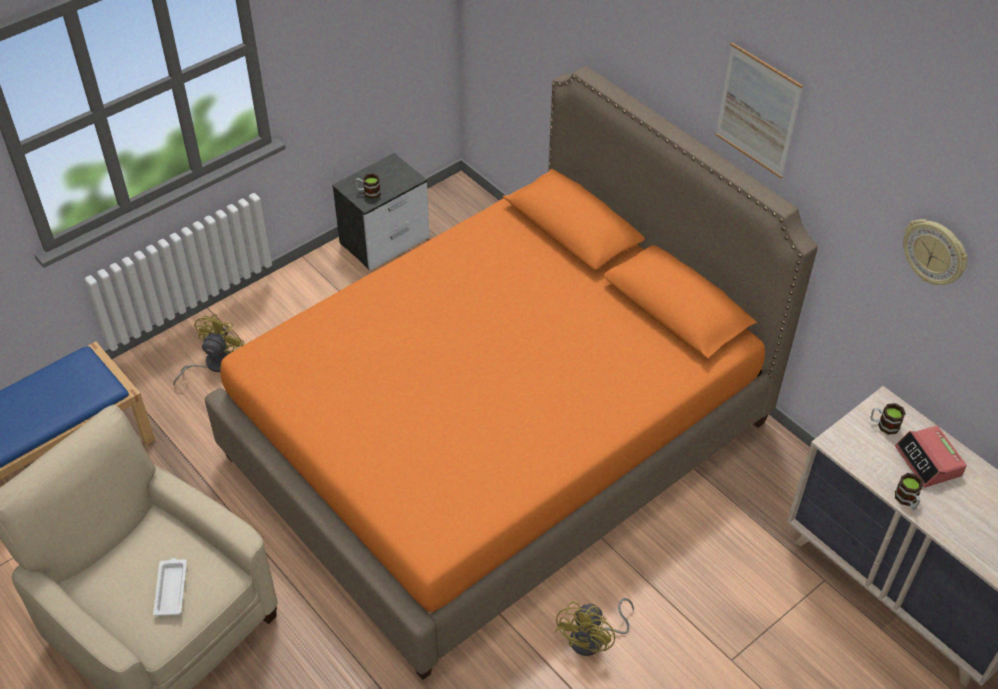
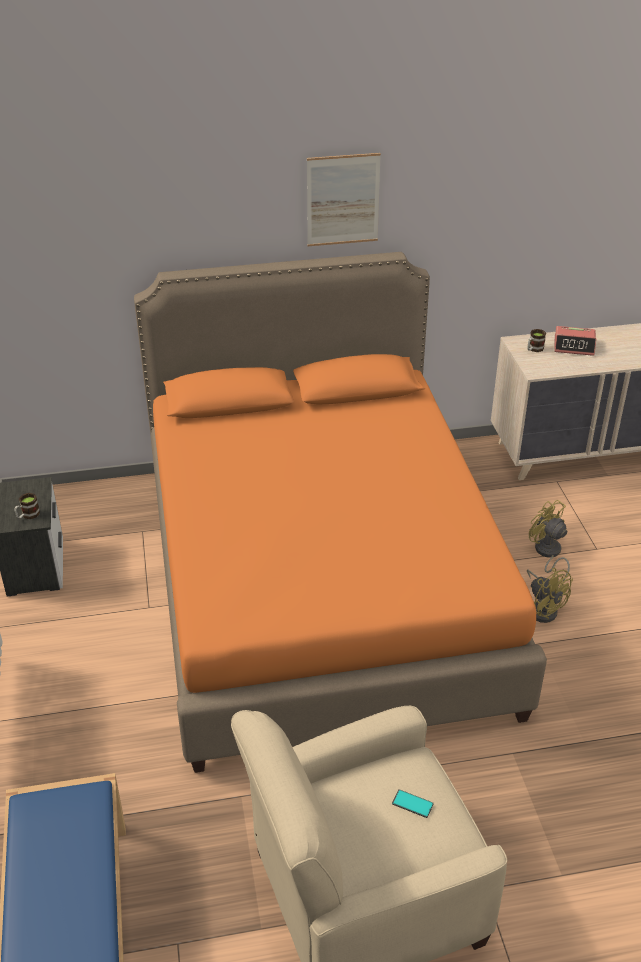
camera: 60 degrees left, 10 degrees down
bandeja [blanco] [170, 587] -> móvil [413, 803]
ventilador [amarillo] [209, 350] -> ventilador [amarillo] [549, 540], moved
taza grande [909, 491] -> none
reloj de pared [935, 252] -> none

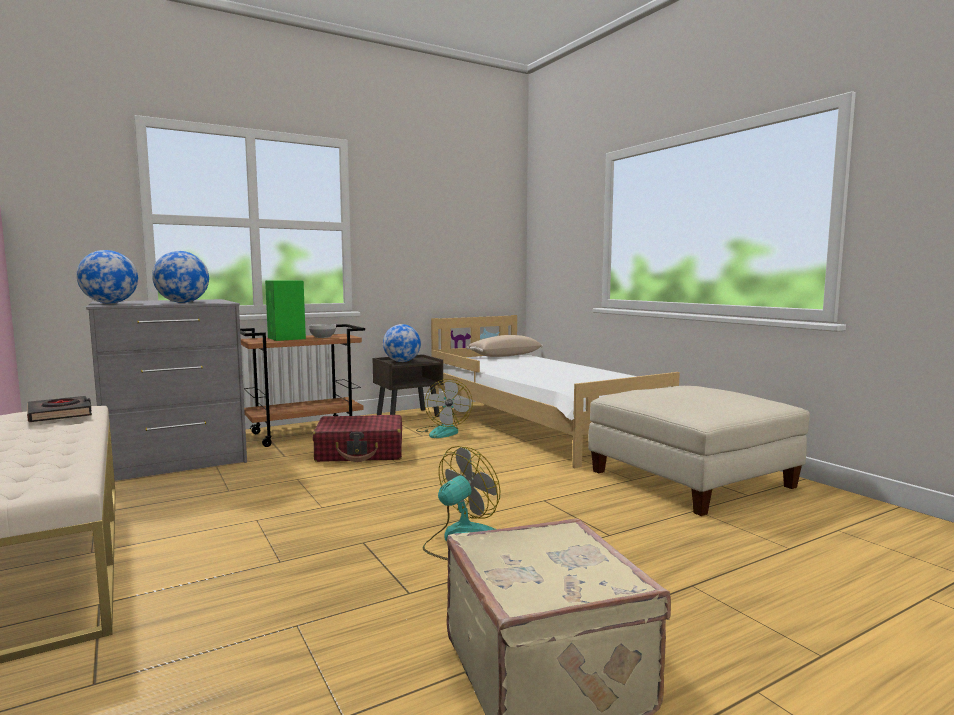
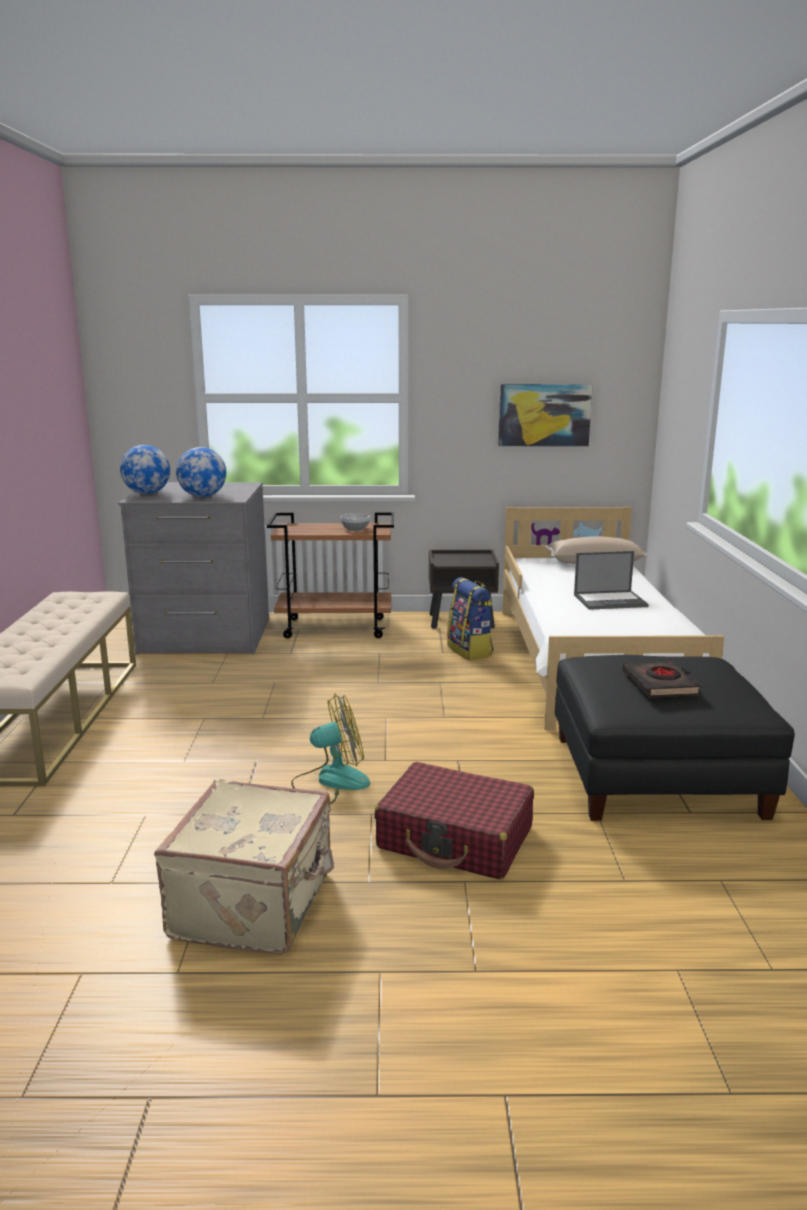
camera: 30 degrees right, 10 degrees up
maleta [rojo] [357, 438] -> maleta [rojo] [454, 820], moved
ventilador [444, 408] -> mochila [470, 618]
none -> cuadro [545, 415]
puf [beis] [699, 451] -> puf [negro] [675, 738]
none -> portátil [611, 580]
libro [negro] [59, 409] -> libro [negro] [662, 678], moved
altavoz [verde] [285, 310] -> none
globo terráqueo [402, 343] -> none

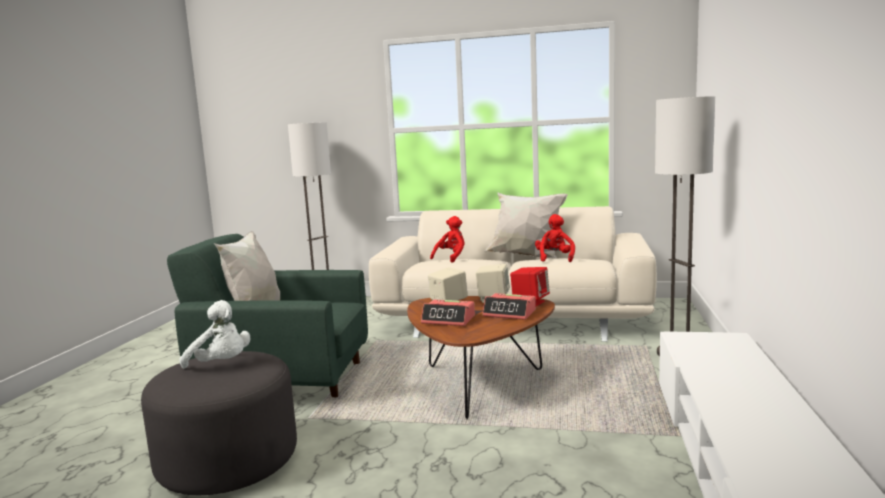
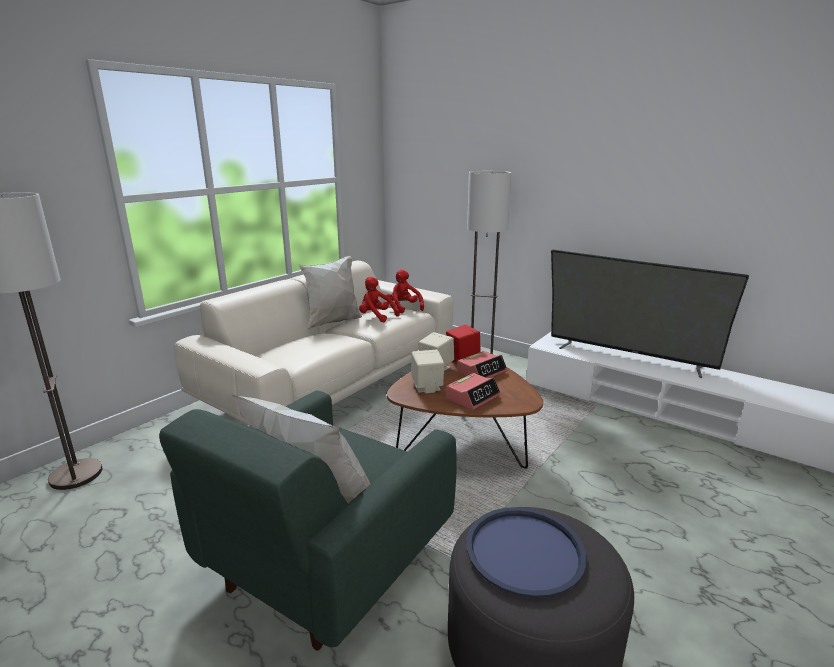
camera: 65 degrees left, 10 degrees up
peluche [rojo] [447, 239] -> peluche [rojo] [405, 291], moved
peluche [blanco] [214, 334] -> bandeja [azul] [526, 552]
none -> televisor [650, 314]

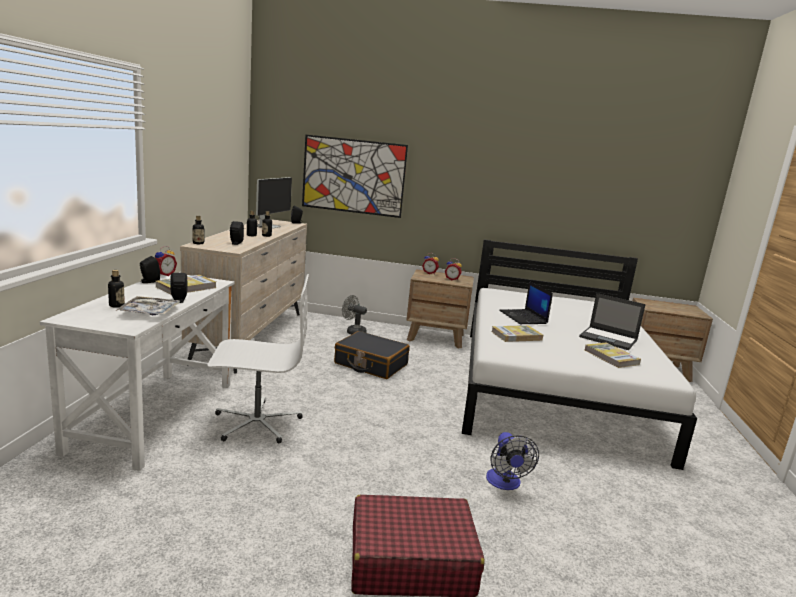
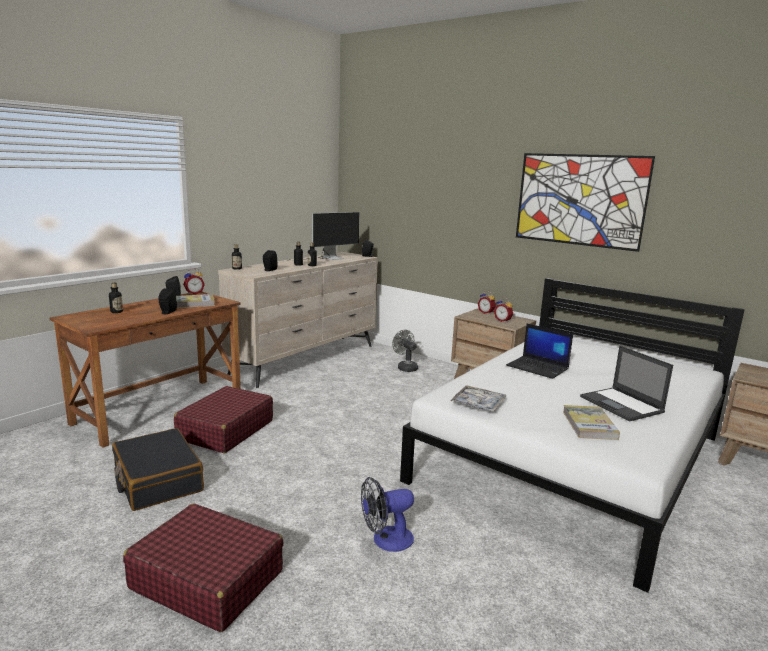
camera: 30 degrees right, 0 degrees up
escritorio [blanco] [137, 373] -> escritorio [marrón] [145, 370]
maleta [negro] [372, 355] -> maleta [negro] [158, 469], moved
silla de oficina [blanco] [258, 359] -> maleta [rojo] [223, 419]
ventilador [512, 461] -> ventilador [387, 514], 45 degrees clockwise
bandeja [148, 305] -> bandeja [478, 398], moved
portátil [526, 302] -> portátil [539, 351], 60 degrees counterclockwise
cuadro [355, 176] -> cuadro [585, 202], moved
libro [517, 333] -> none

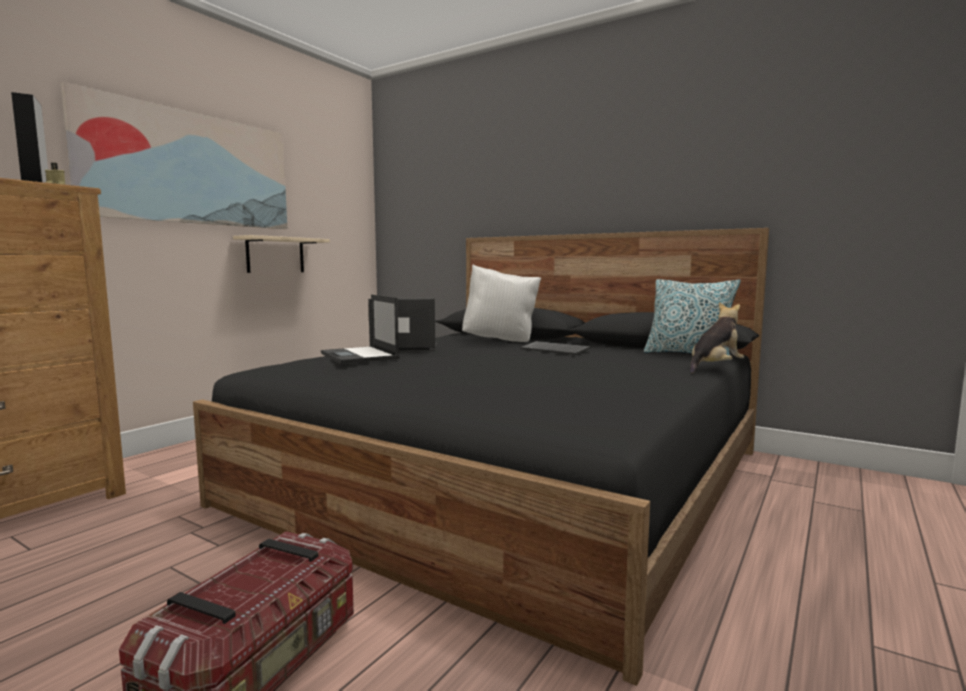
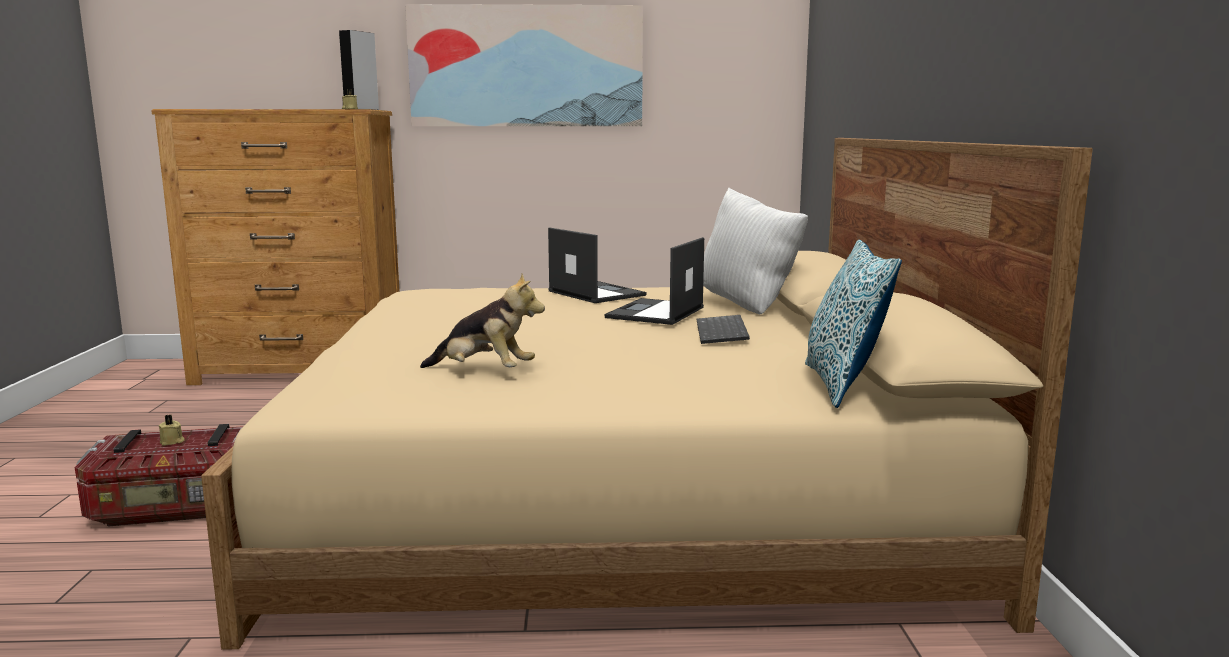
camera: 55 degrees right, 5 degrees up
none -> vela [beis] [172, 430]
cama [negro] [481, 457] -> cama [beis] [647, 394]
peluche [717, 338] -> peluche [482, 321], moved
portátil [360, 329] -> portátil [654, 281], moved
estante [beis] [281, 254] -> none

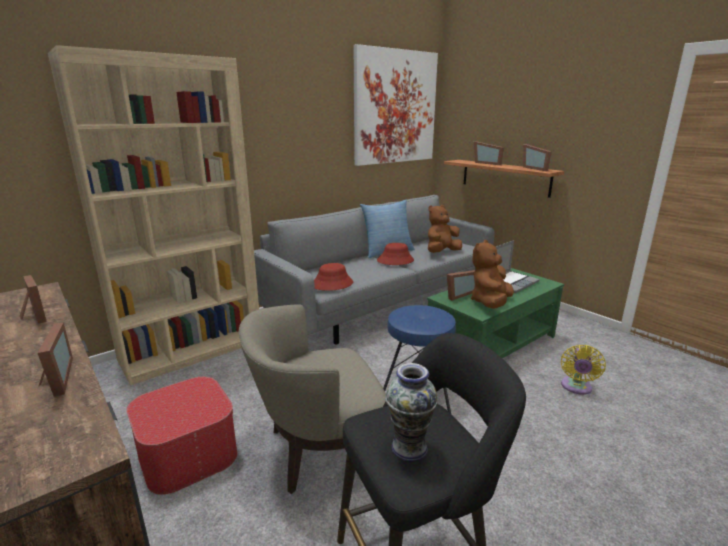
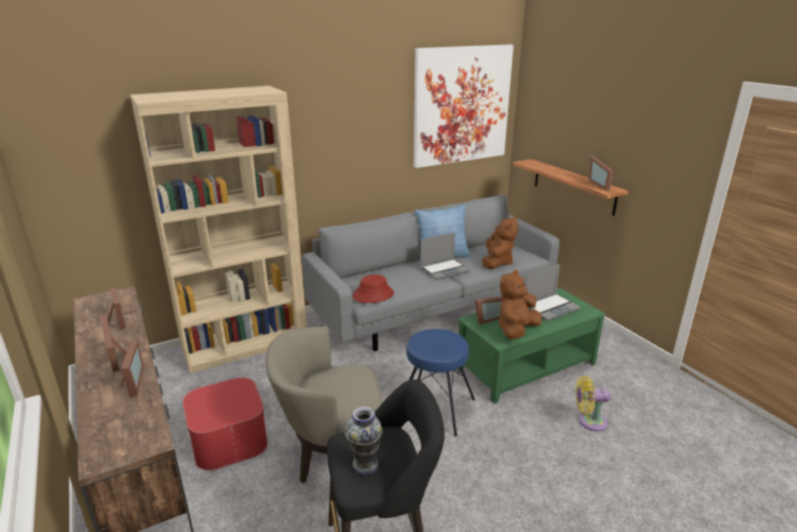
camera: 10 degrees right, 5 degrees up
portarretratos [489, 153] -> portarretratos [113, 343], moved
sombrero [rojo] [395, 254] -> portátil [445, 256]
peluche [marrón] [445, 229] -> peluche [marrón] [500, 242], 135 degrees clockwise
ventilador [amarillo] [583, 370] -> ventilador [amarillo] [592, 403], 60 degrees clockwise

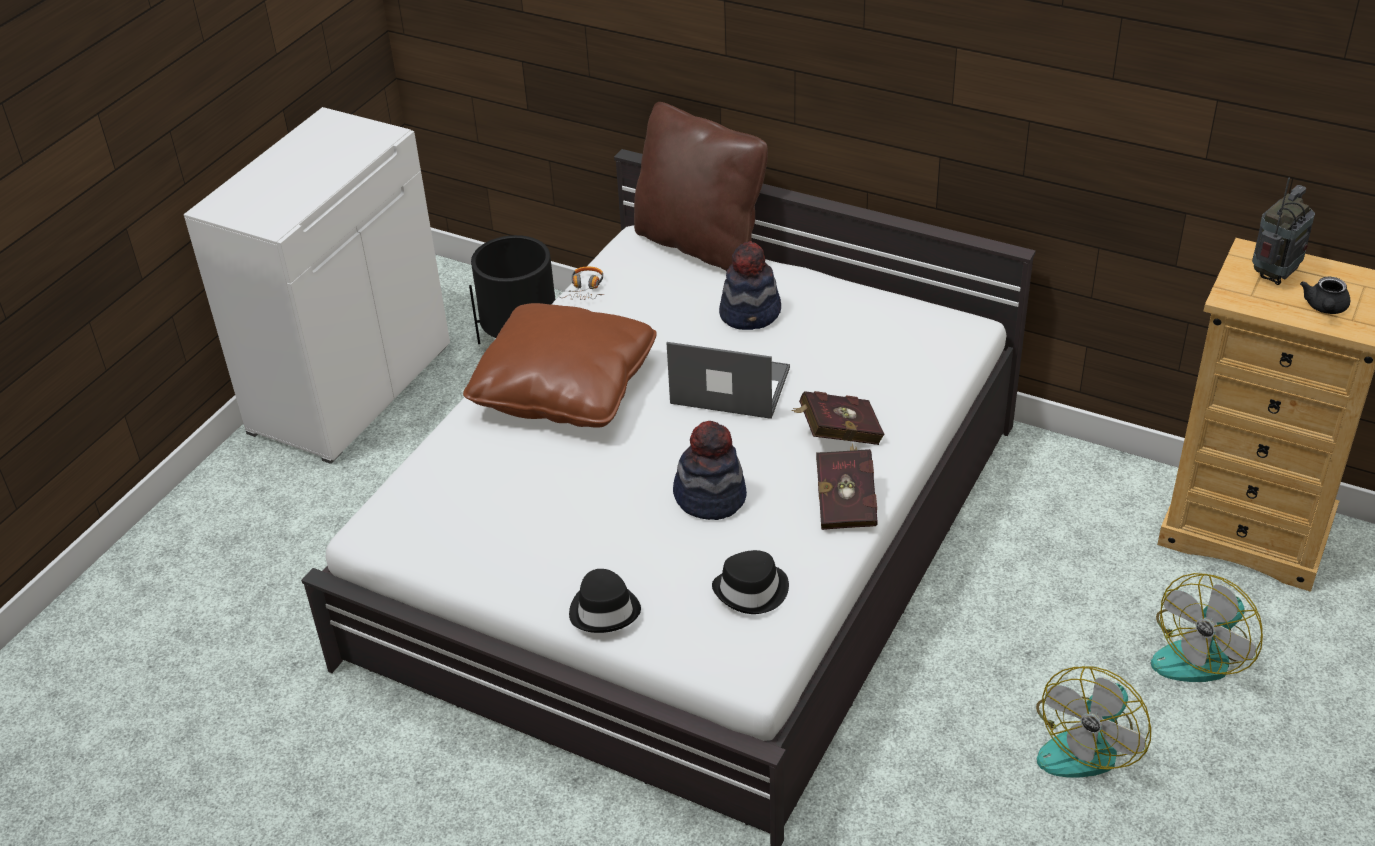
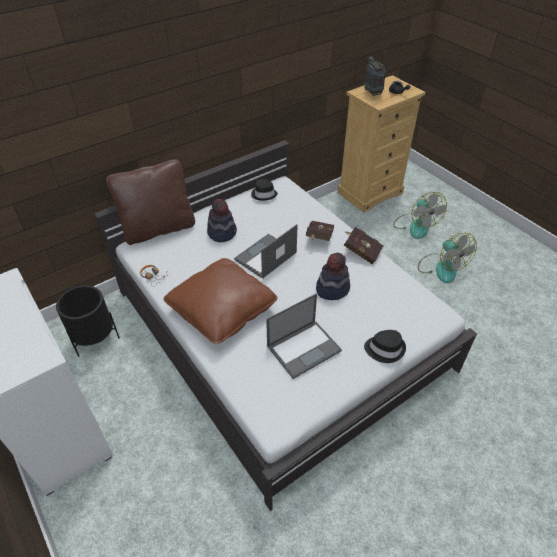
camera: 65 degrees left, 5 degrees up
sombrero [negro] [750, 582] -> sombrero [negro] [264, 190], moved
none -> portátil [304, 336]

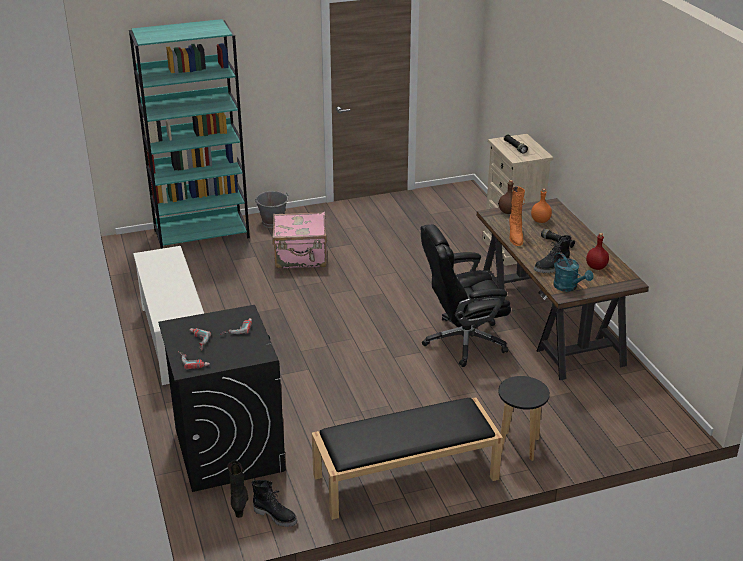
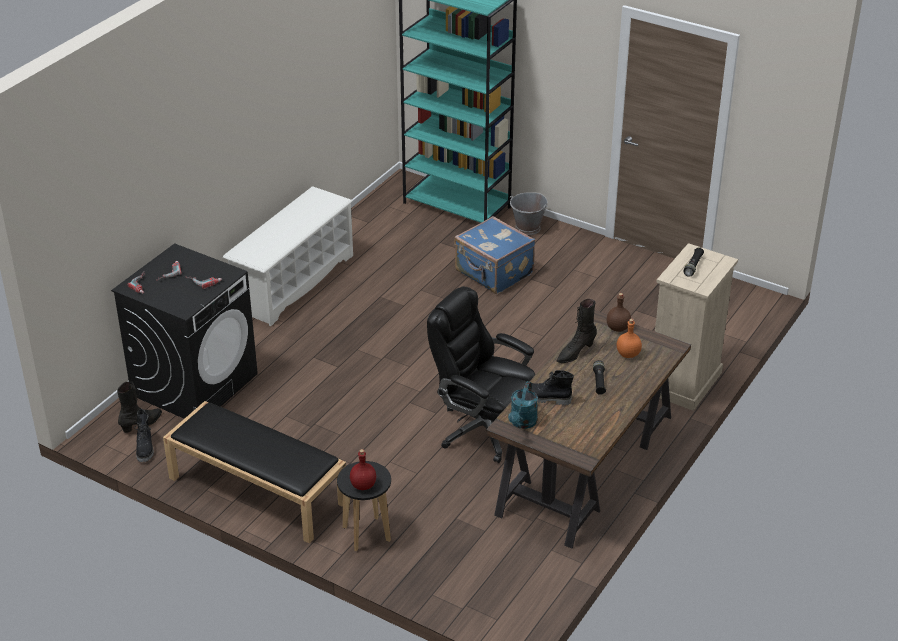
camera: 50 degrees right, 5 degrees up
botella [rojo] [597, 251] -> botella [rojo] [363, 469], moved
maleta [rosa] [299, 240] -> maleta [azul] [494, 255]
bota [naranja] [517, 216] -> bota [negro] [576, 331]

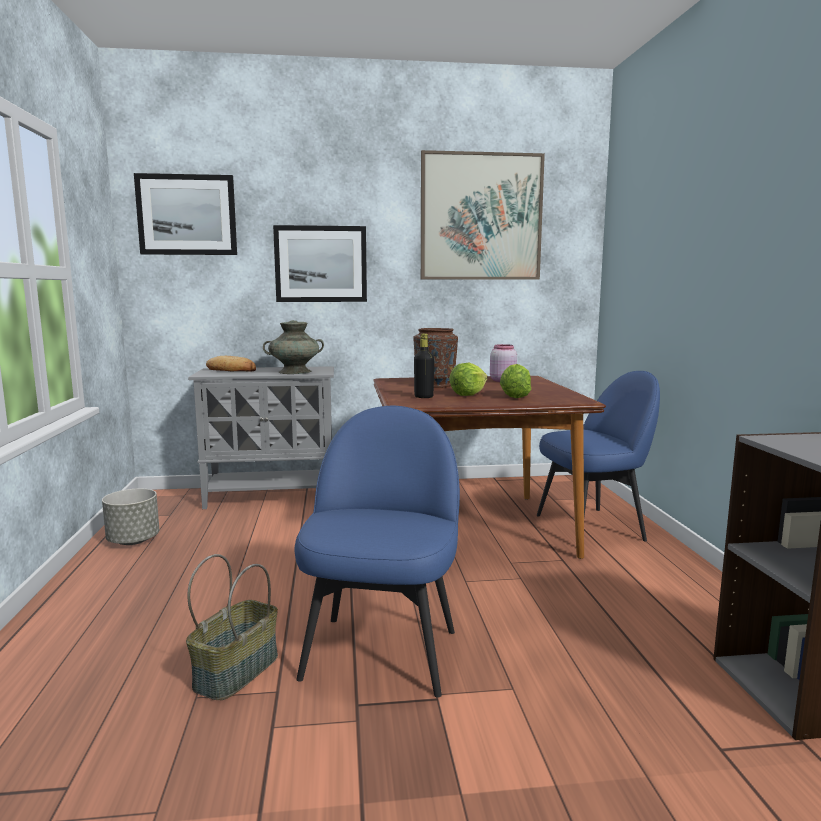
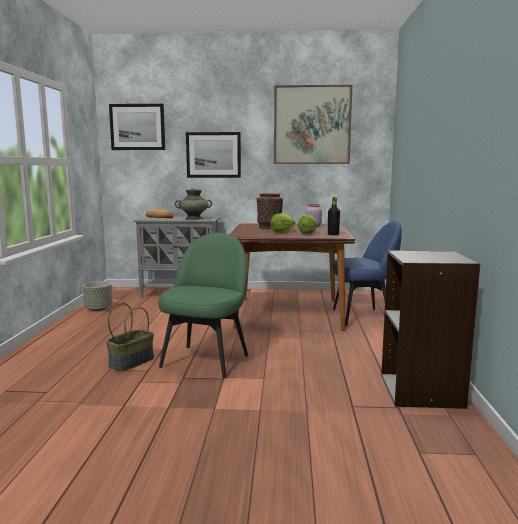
camera: 10 degrees right, 0 degrees up
silla [azul] [377, 551] -> silla [verde] [203, 305]
botella [negro] [424, 366] -> botella [negro] [334, 216], moved

